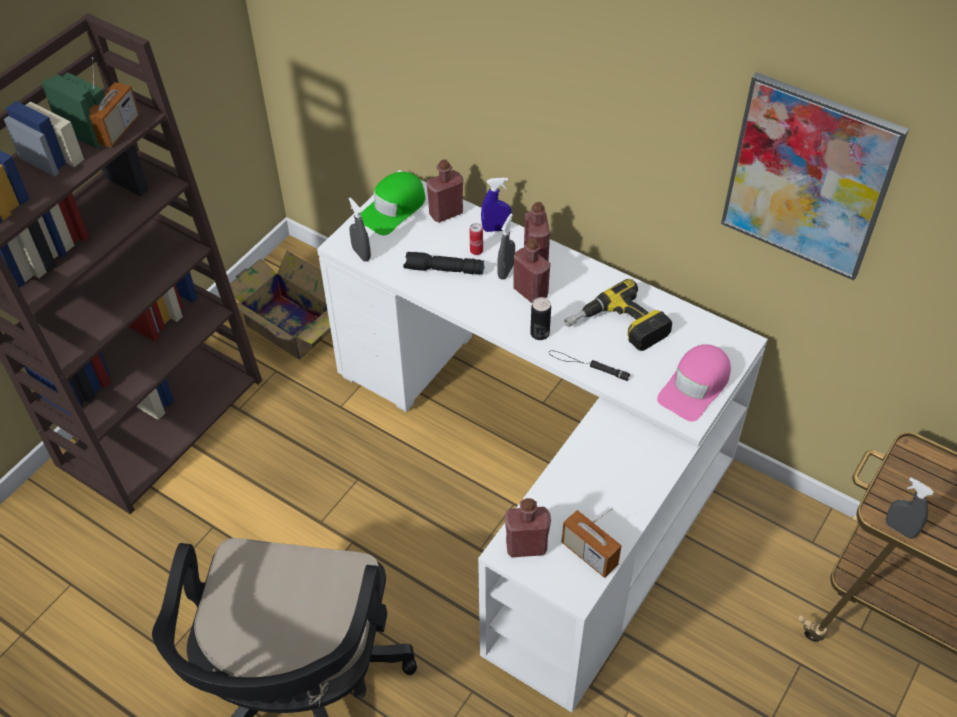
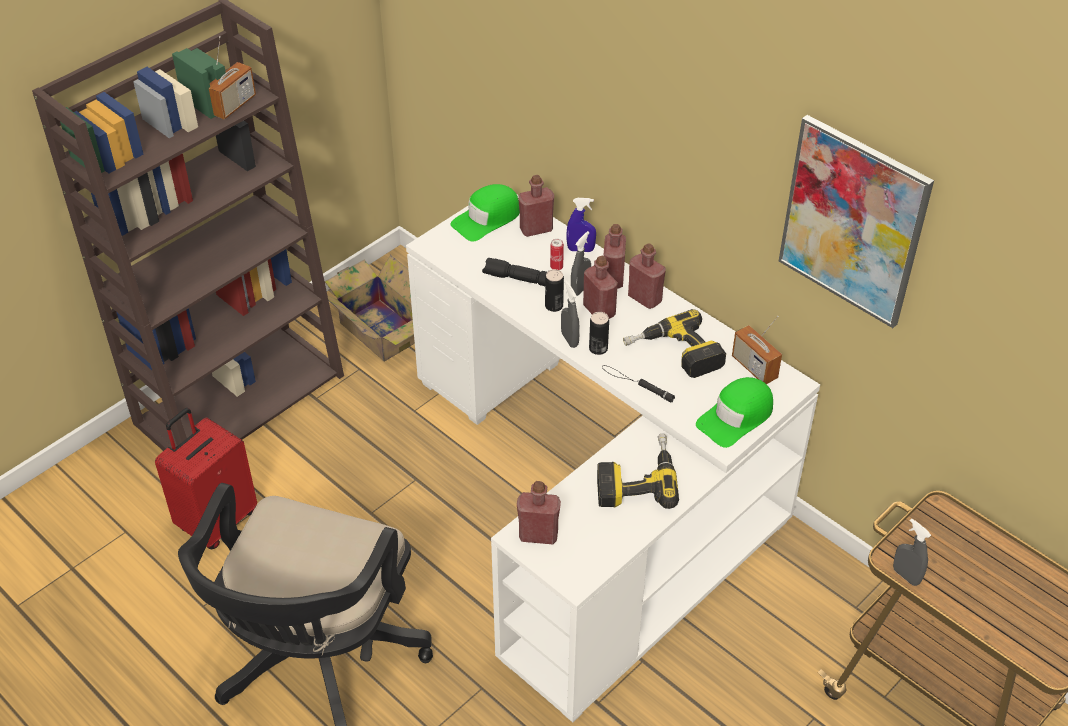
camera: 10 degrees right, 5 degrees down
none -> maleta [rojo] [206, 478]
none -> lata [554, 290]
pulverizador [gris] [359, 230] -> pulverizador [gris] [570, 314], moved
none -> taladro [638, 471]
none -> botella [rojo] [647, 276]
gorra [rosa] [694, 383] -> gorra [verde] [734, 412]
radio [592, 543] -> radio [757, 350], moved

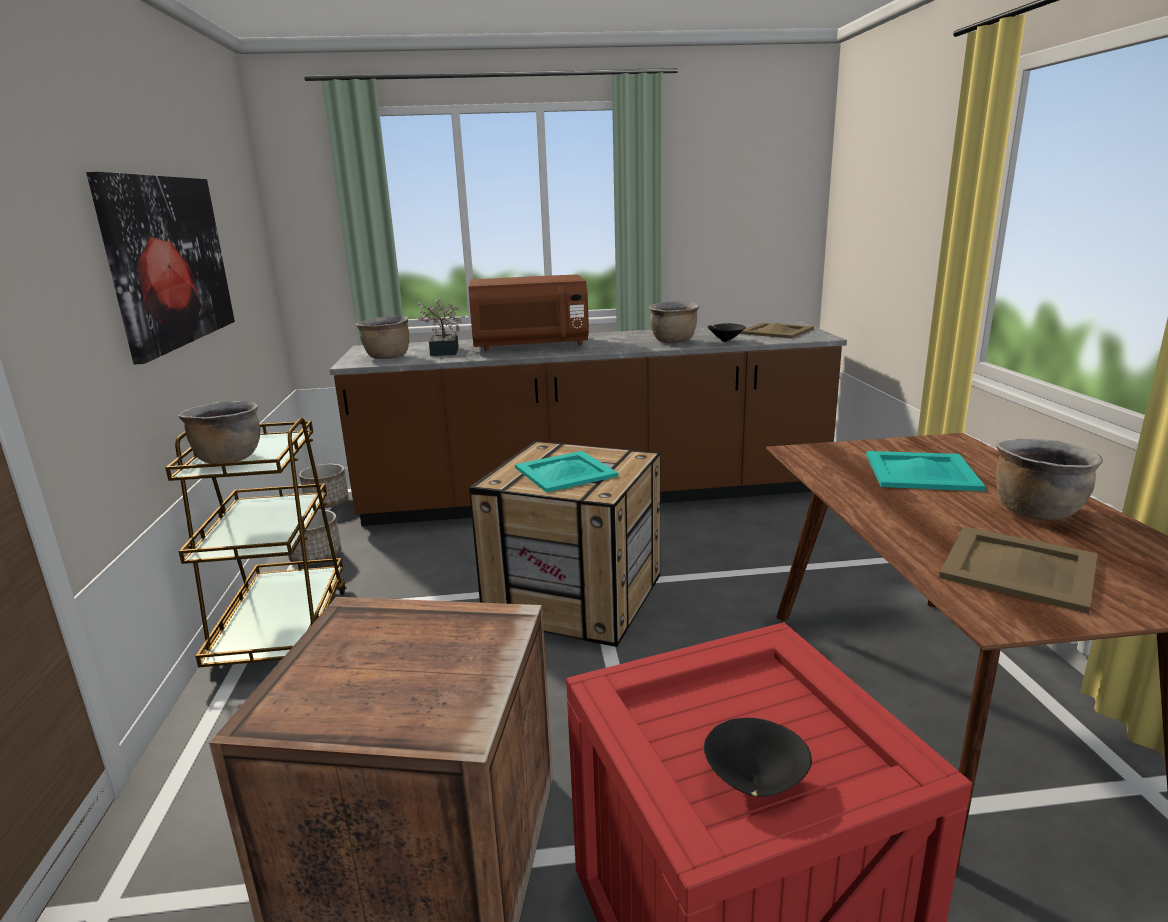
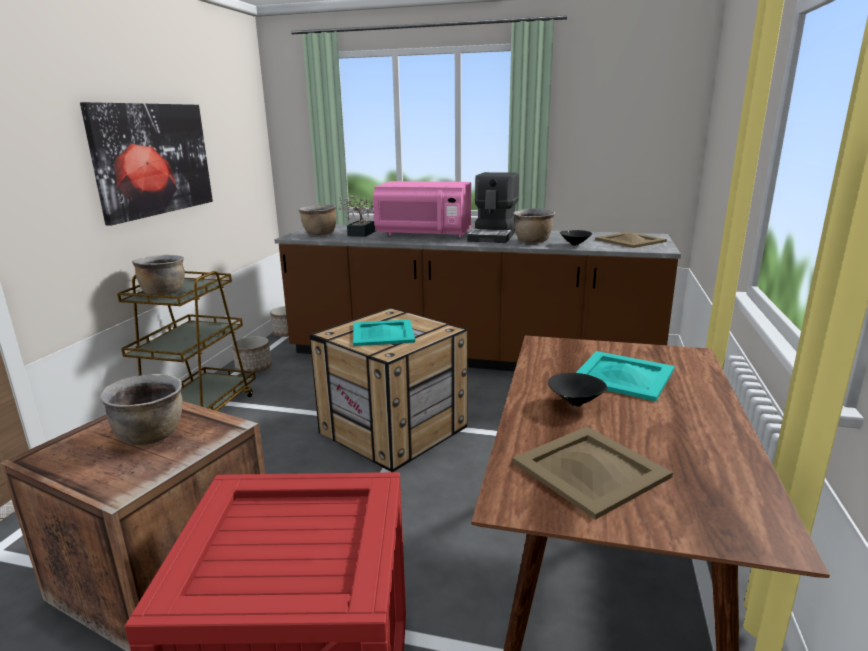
camera: 20 degrees right, 0 degrees up
olla [marrón] [1049, 479] -> olla [marrón] [140, 409], moved
microondas [marrón] [528, 312] -> microondas [rosa] [422, 209]
none -> cafetera [493, 207]
cuenco [negro] [758, 757] -> cuenco [negro] [578, 390], moved

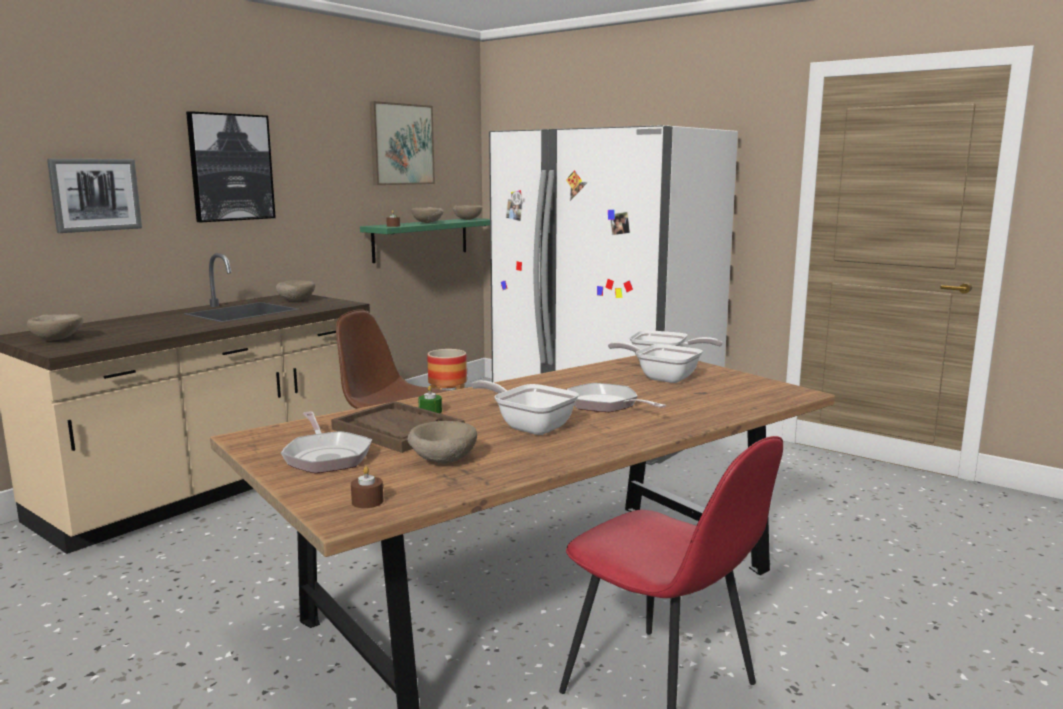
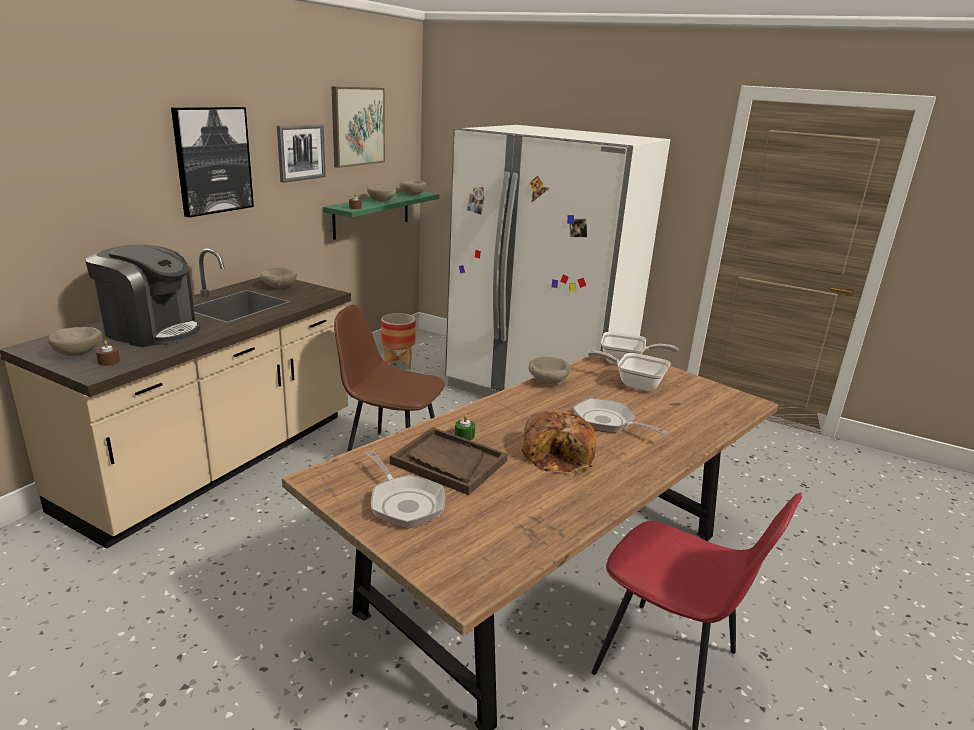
camera: 10 degrees left, 10 degrees up
none -> cafetera [142, 295]
vela [marrón] [367, 487] -> vela [marrón] [108, 353], moved
cuadro [94, 196] -> cuadro [301, 153], moved
sartén [525, 407] -> pan [559, 442]
cuenco [beis] [442, 442] -> cuenco [beis] [549, 370], moved

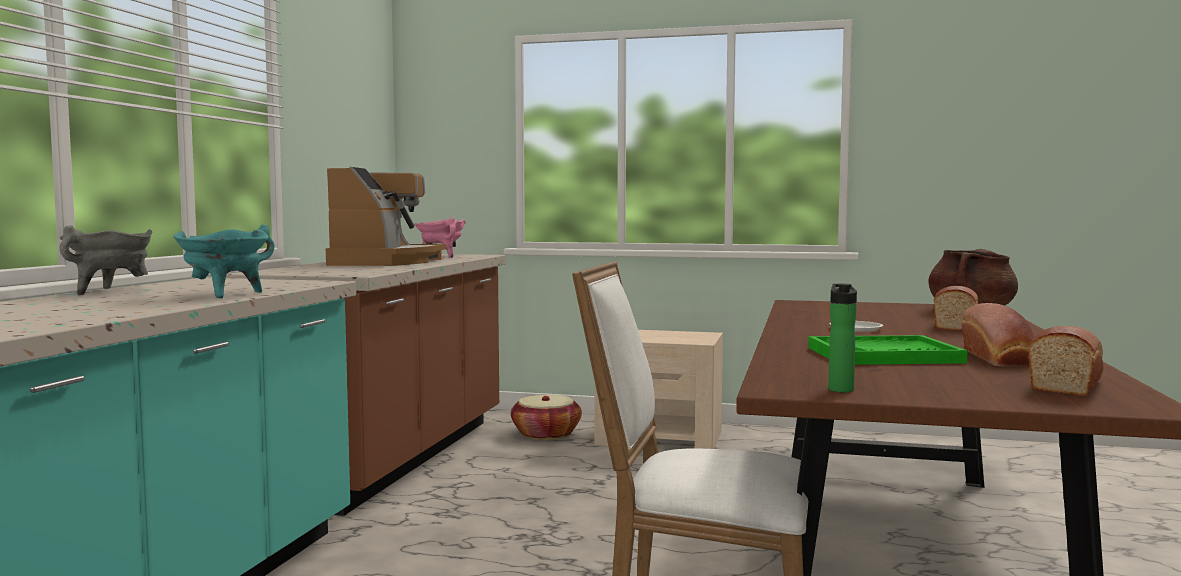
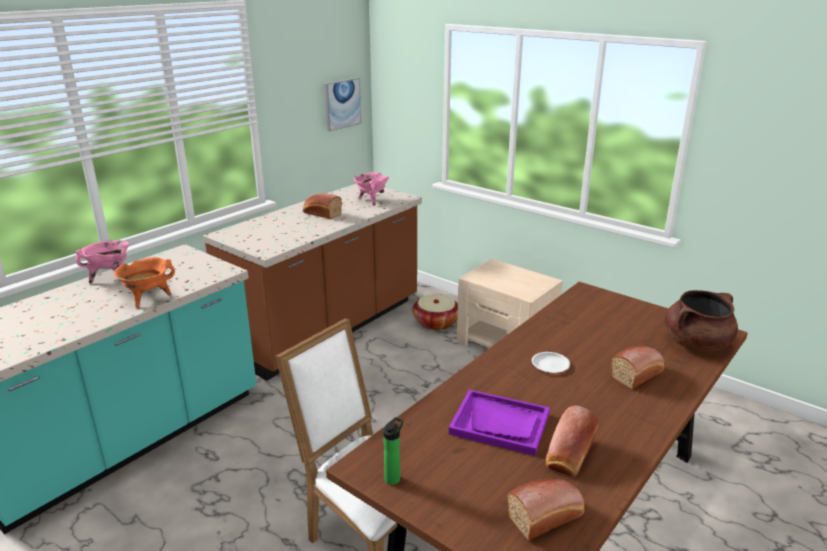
camera: 25 degrees right, 20 degrees up
olla [gris] [105, 260] -> olla [rosa] [102, 262]
olla [turquesa] [223, 261] -> olla [naranja] [144, 282]
cafetera [386, 216] -> pan [322, 206]
none -> cuadro [342, 104]
bandeja [verde] [887, 350] -> bandeja [morado] [499, 423]

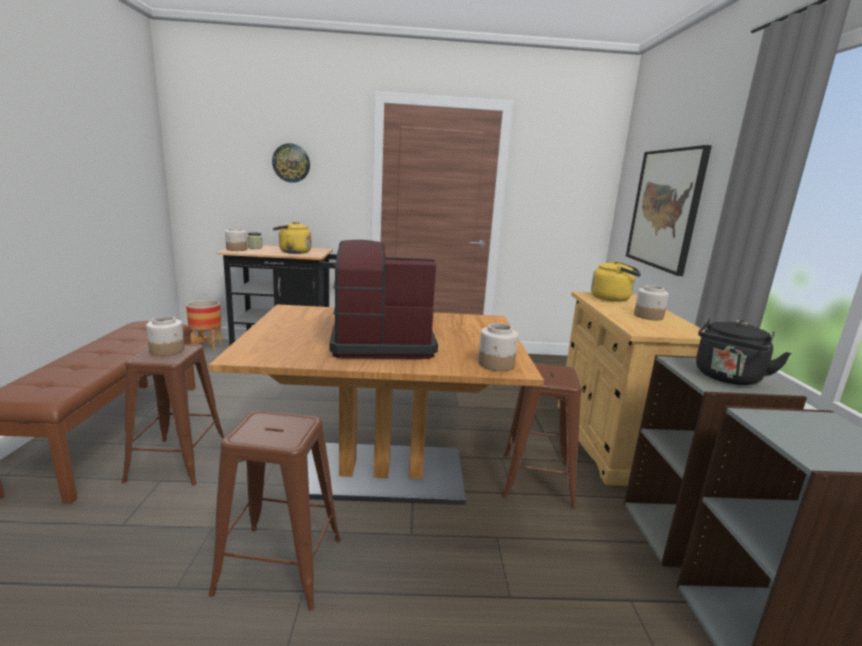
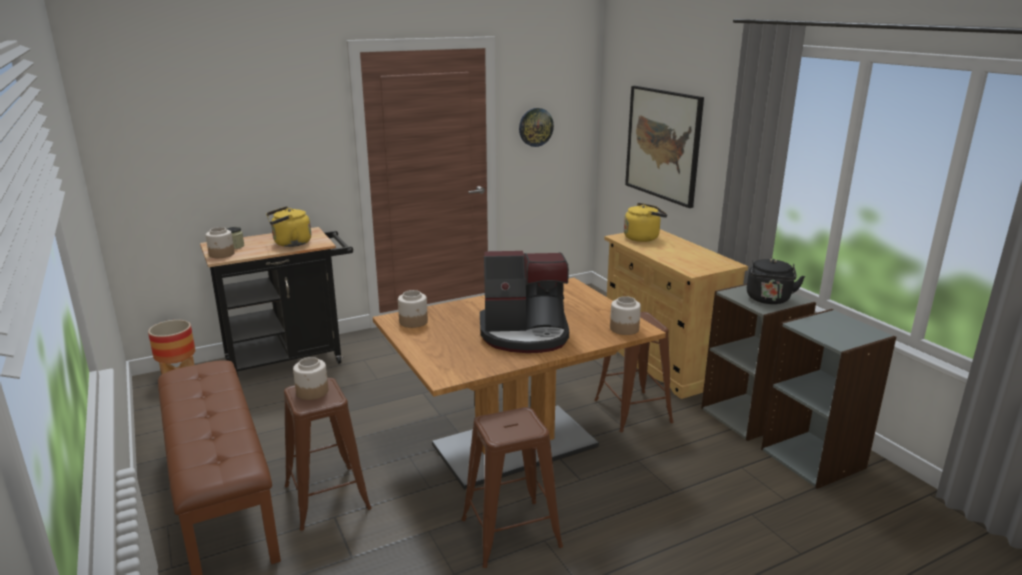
camera: 25 degrees left, 5 degrees up
tarro [651, 302] -> tarro [413, 309], moved
cafetera [383, 299] -> cafetera [524, 302], 150 degrees counterclockwise
reloj de pared [291, 163] -> reloj de pared [536, 127], moved

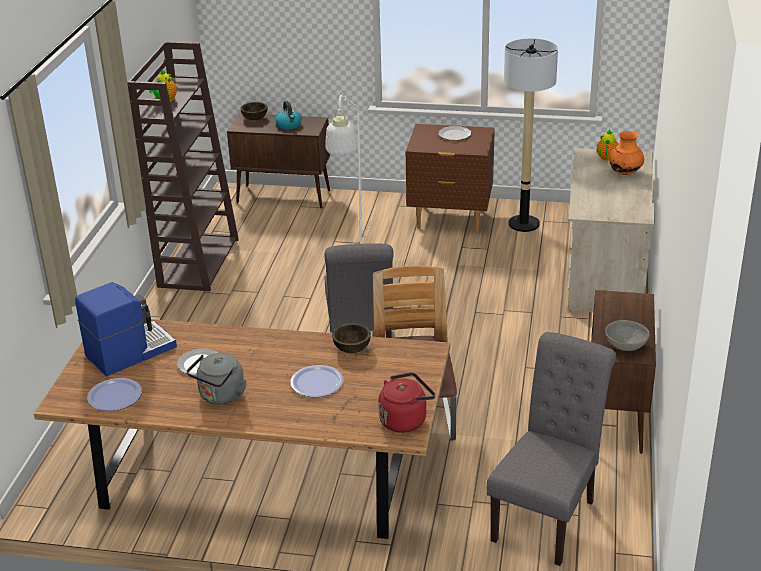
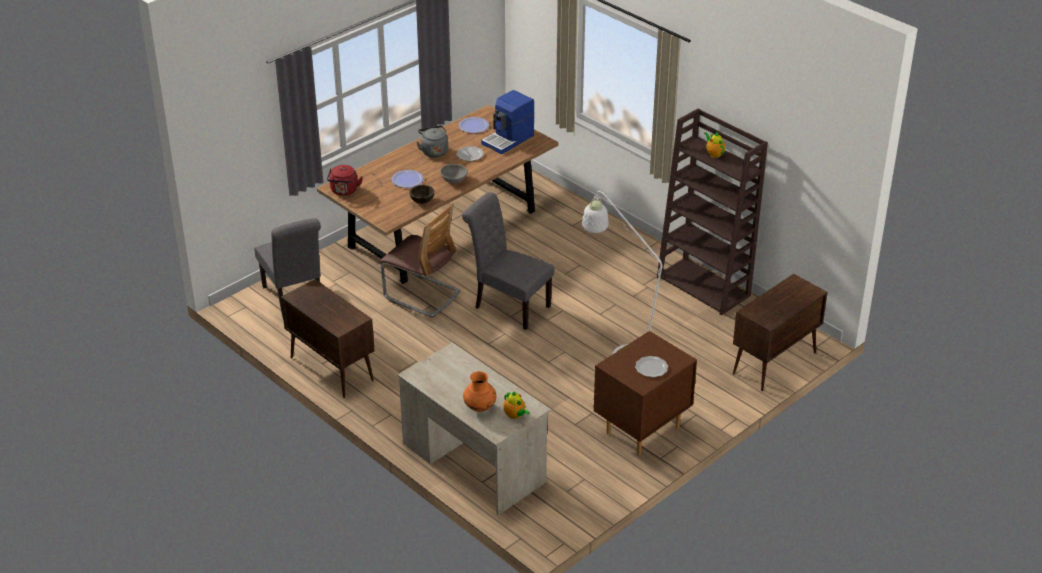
camera: 125 degrees right, 5 degrees up
cuenco [gris] [627, 335] -> cuenco [gris] [454, 174], moved
cafetera [126, 329] -> cafetera [507, 122], 45 degrees clockwise
cuenco [marrón] [254, 111] -> none
hervidor [288, 115] -> none
lámpara de pie [531, 135] -> none

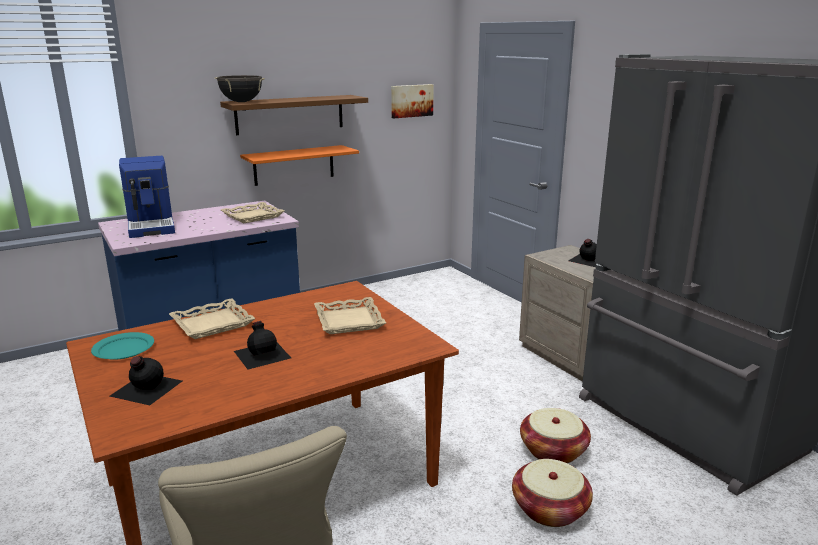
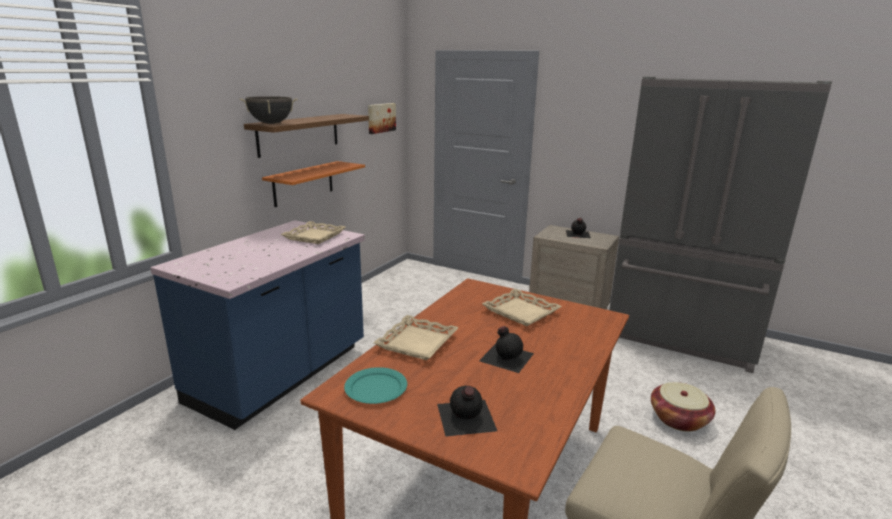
camera: 30 degrees left, 0 degrees up
cafetera [147, 197] -> none
cesta [555, 435] -> none

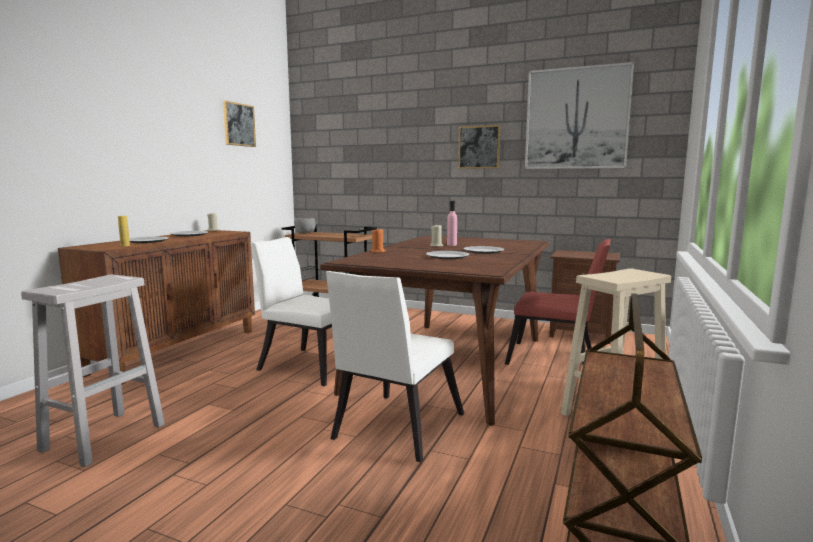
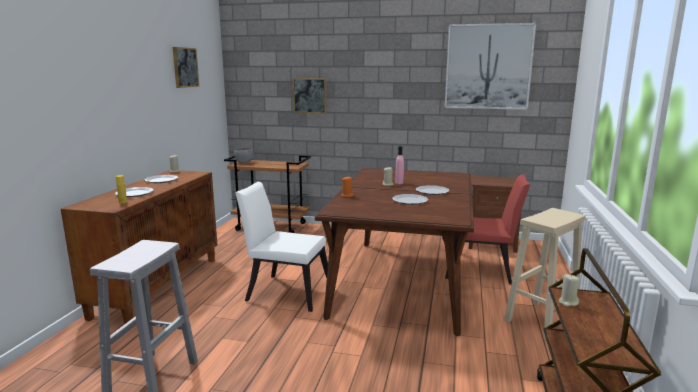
camera: 10 degrees left, 5 degrees up
cuadro [479, 147] -> cuadro [310, 95], moved
none -> vela [beis] [569, 290]
silla [blanco] [395, 366] -> none

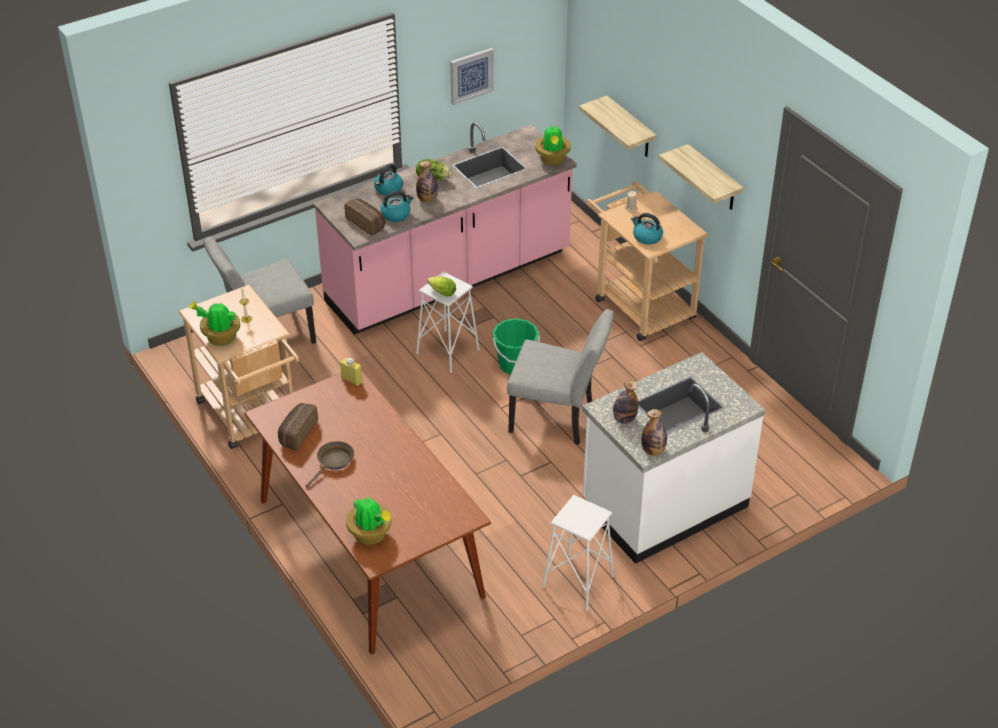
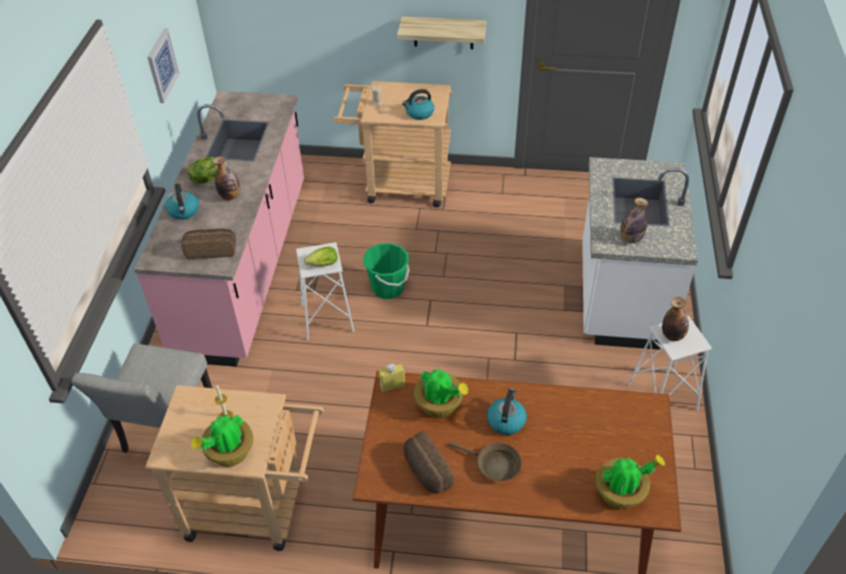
camera: 50 degrees left, 5 degrees up
planta en maceta [553, 145] -> planta en maceta [441, 393], moved
sartén [marrón] [330, 464] -> sartén [marrón] [485, 461], 135 degrees clockwise
hervidor [397, 206] -> hervidor [507, 411], moved
botella [654, 432] -> botella [675, 319], moved
silla [gris] [560, 377] -> none
estante [618, 126] -> none

